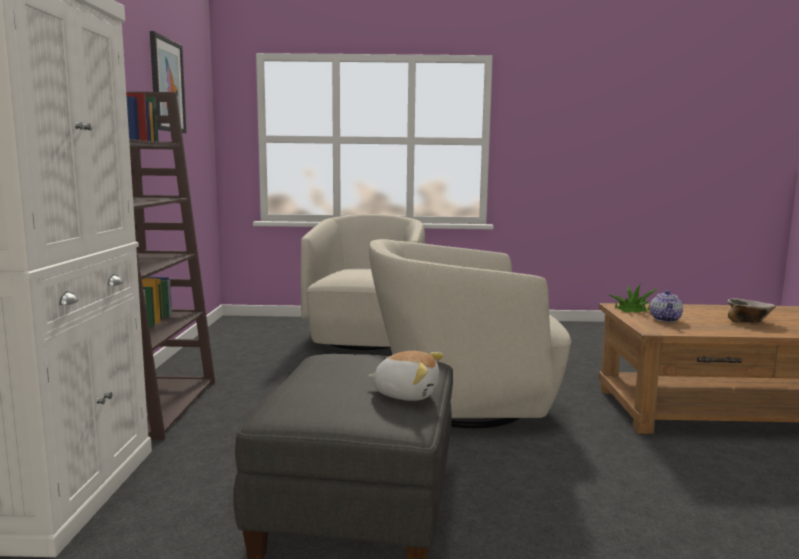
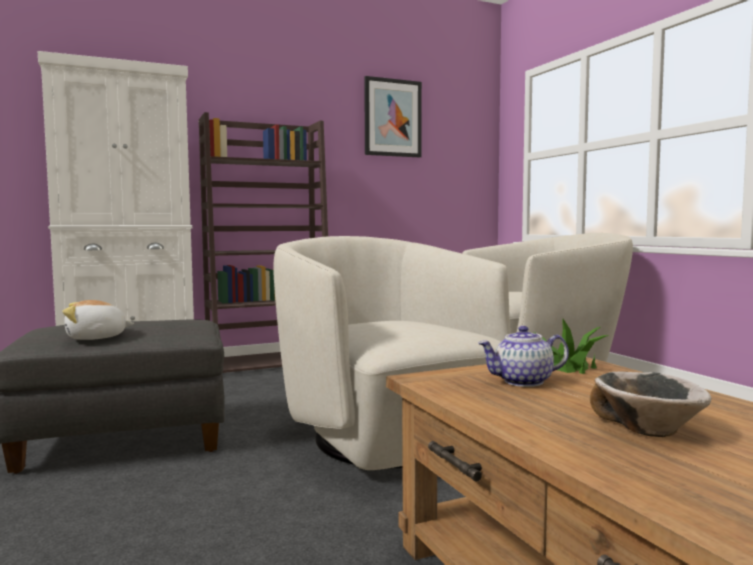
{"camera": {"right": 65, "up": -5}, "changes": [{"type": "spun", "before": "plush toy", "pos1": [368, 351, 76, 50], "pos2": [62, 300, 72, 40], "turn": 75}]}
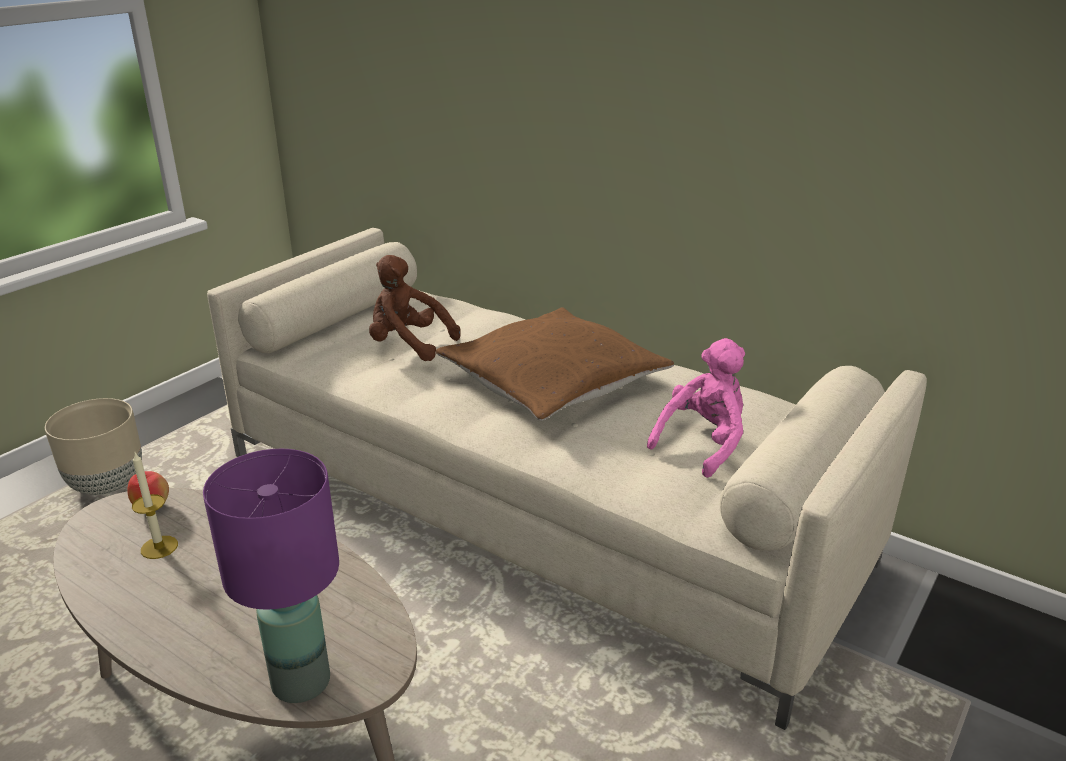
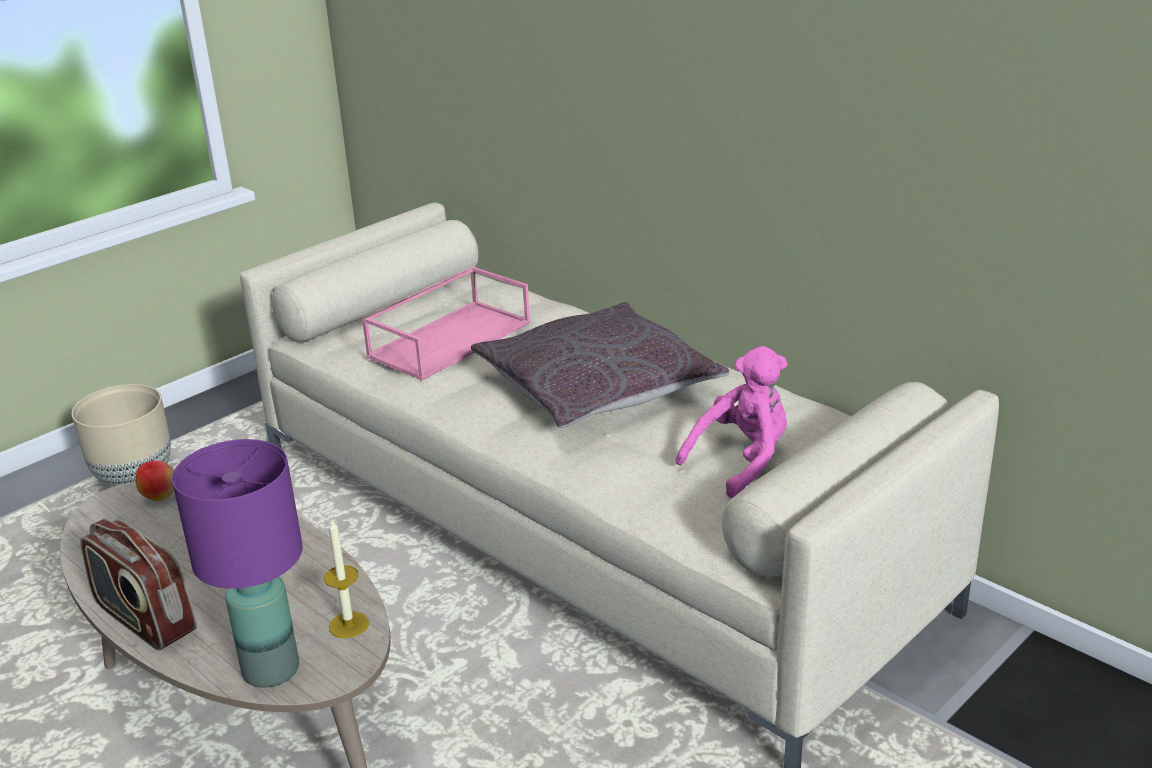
{"camera": {"right": 10, "up": 0}, "changes": [{"type": "appeared", "after": "radio", "pos2": [80, 519, 117, 132]}, {"type": "relocated", "before": "candle", "pos1": [132, 453, 46, 106], "pos2": [324, 520, 45, 118]}, {"type": "exchanged", "before": "brown plush toy", "after": "pink tray", "pos1": [369, 255, 92, 106], "pos2": [362, 266, 169, 115]}, {"type": "colour", "before": "brown pillow", "after": "grey pillow", "pos1": [436, 307, 238, 114], "pos2": [471, 302, 258, 126]}]}
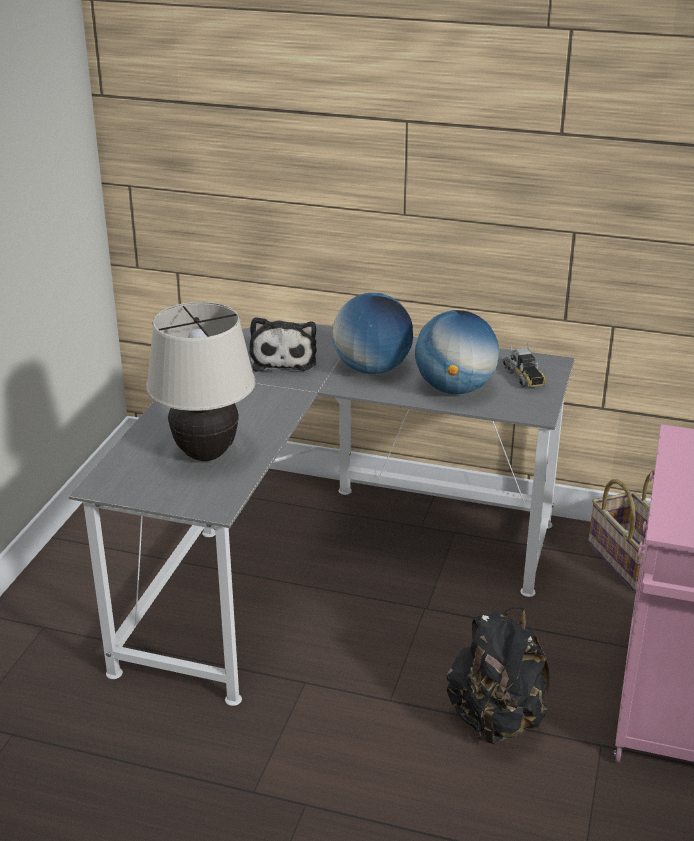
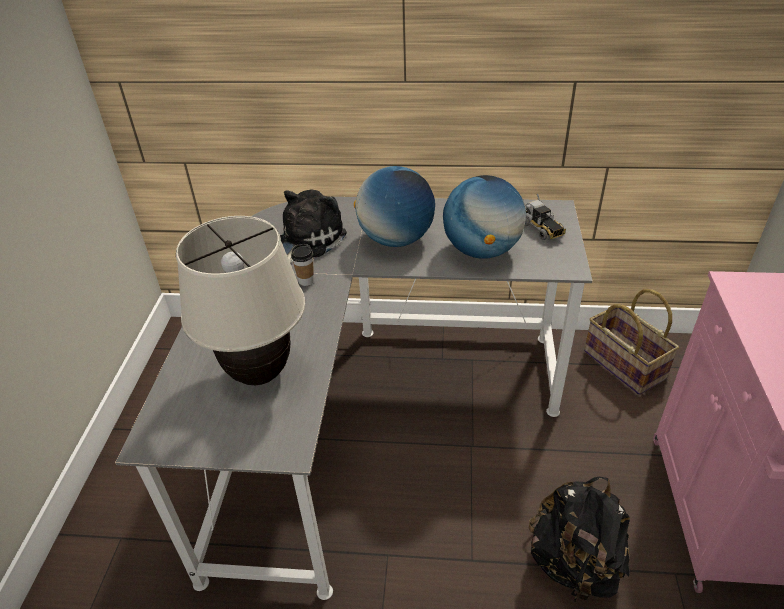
{"camera": {"right": -10, "up": 10}, "changes": [{"type": "spun", "before": "plush toy", "pos1": [249, 317, 68, 55], "pos2": [280, 189, 67, 74], "turn": -135}, {"type": "appeared", "after": "cup", "pos2": [291, 244, 23, 42]}]}
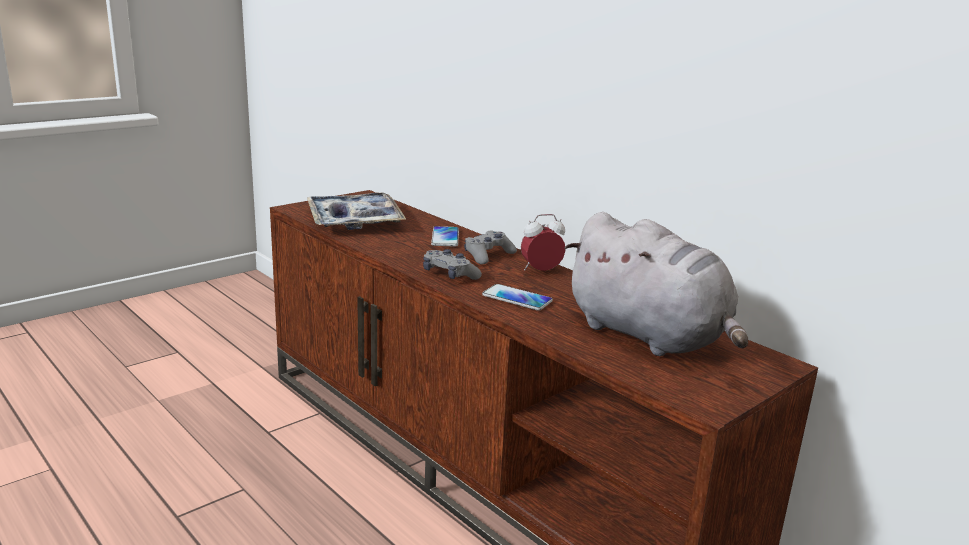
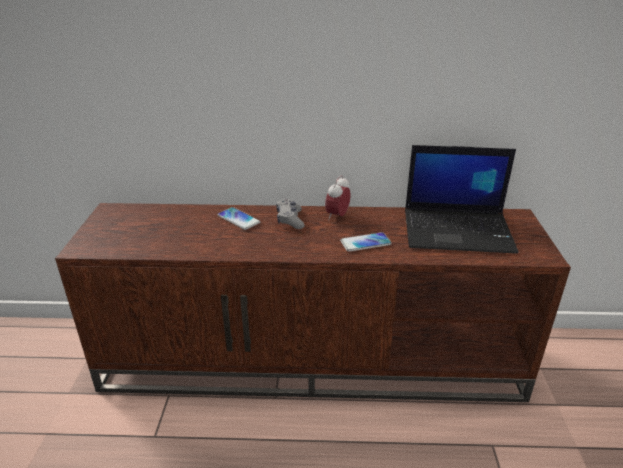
{"camera": {"right": -45, "up": 10}, "changes": [{"type": "exchanged", "before": "grey plush toy", "after": "laptop", "pos1": [564, 212, 184, 144], "pos2": [405, 145, 114, 109]}, {"type": "missing", "before": "tray", "pos1": [307, 193, 99, 37]}, {"type": "missing", "before": "grey game controller", "pos1": [423, 249, 59, 31]}]}
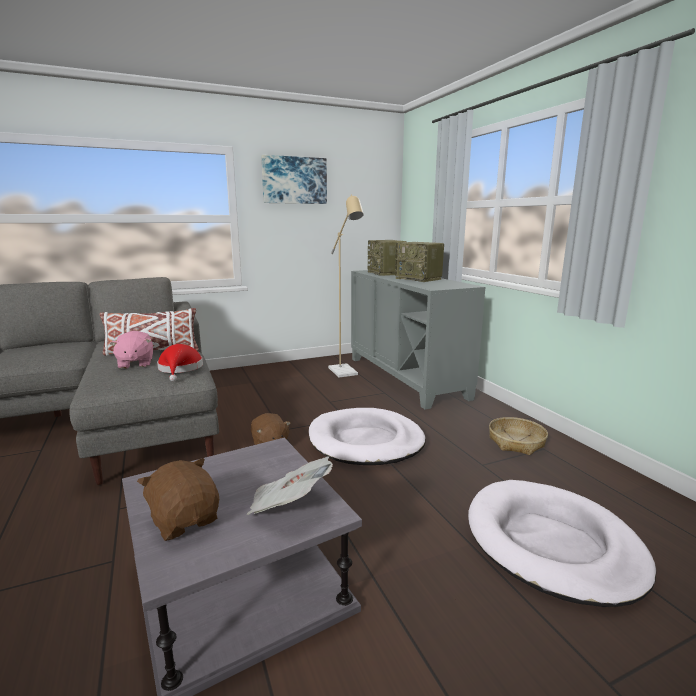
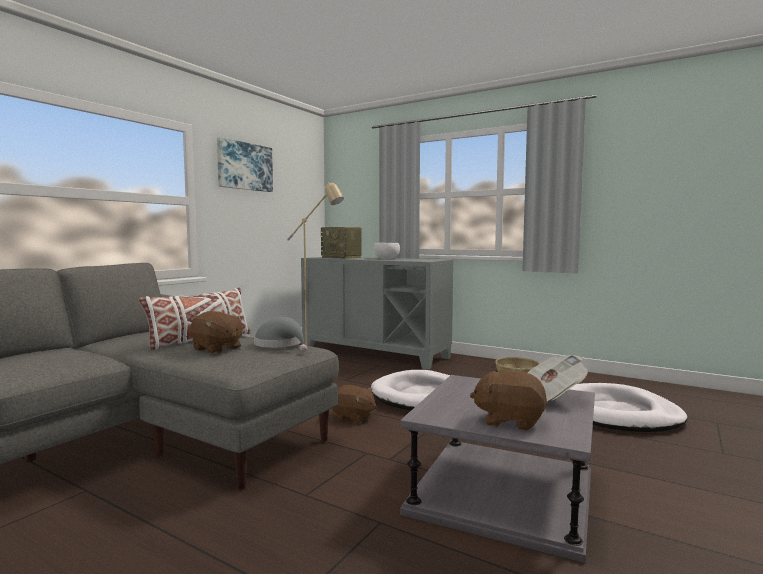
{"camera": {"right": -35, "up": -10}, "changes": [{"type": "colour", "before": "pink plush toy", "after": "brown plush toy", "pos1": [110, 331, 43, 38], "pos2": [190, 311, 54, 43]}, {"type": "colour", "before": "red hat", "after": "grey hat", "pos1": [157, 344, 46, 37], "pos2": [254, 317, 53, 35]}, {"type": "exchanged", "before": "radio", "after": "white bowl", "pos1": [395, 242, 49, 40], "pos2": [374, 243, 26, 16]}]}
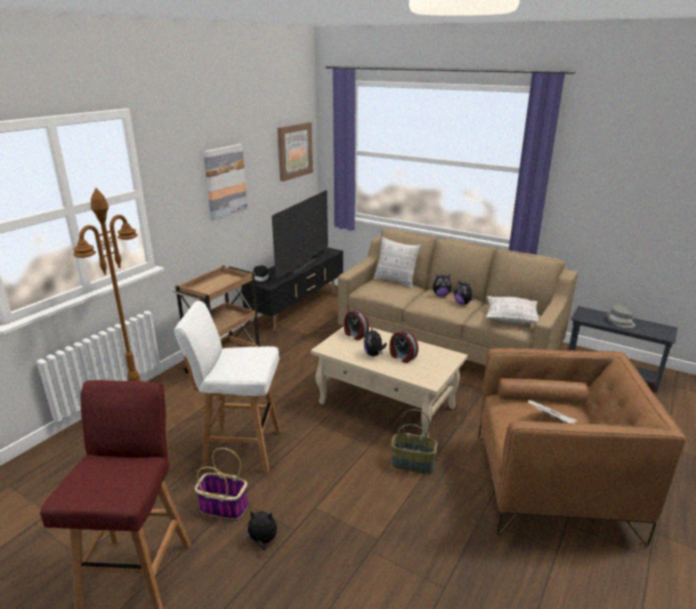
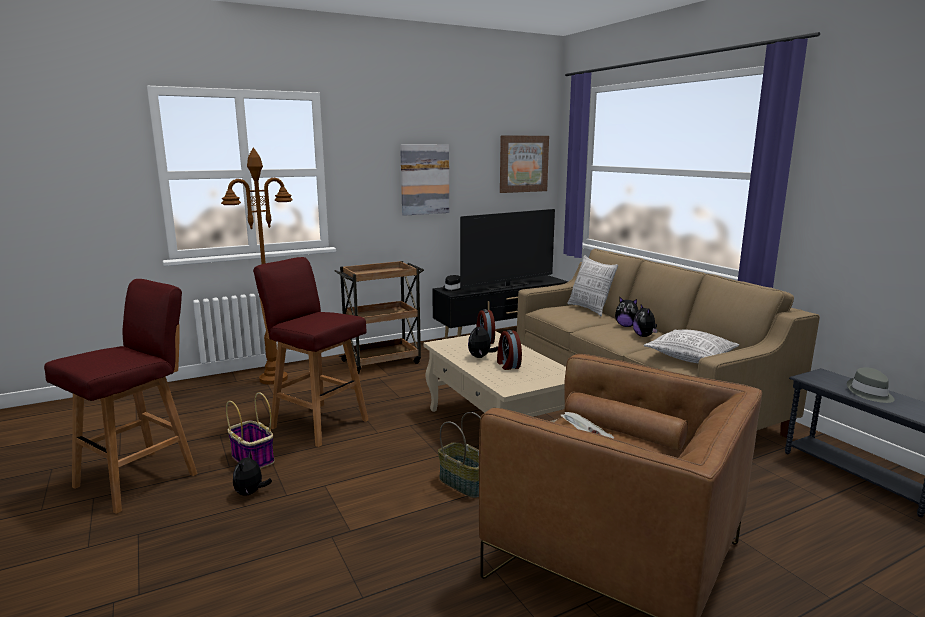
{"camera": {"right": 30, "up": -10}, "changes": [{"type": "spun", "before": "plush toy", "pos1": [243, 510, 34, 40], "pos2": [233, 451, 39, 44], "turn": -120}, {"type": "colour", "before": "white stool", "after": "red stool", "pos1": [174, 301, 107, 172], "pos2": [253, 257, 115, 190]}]}
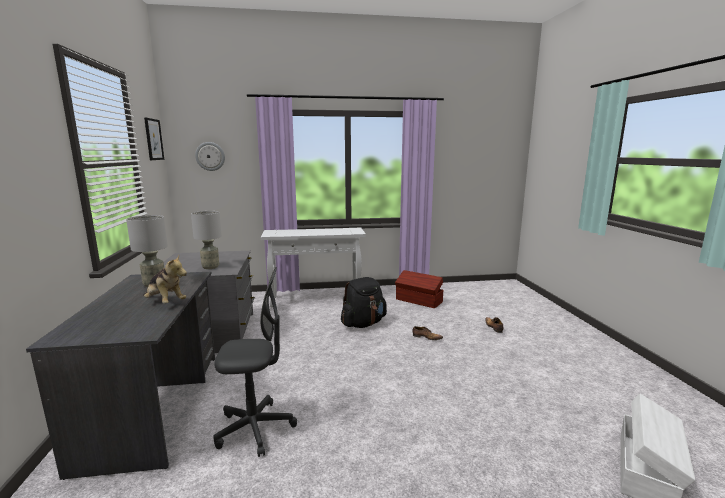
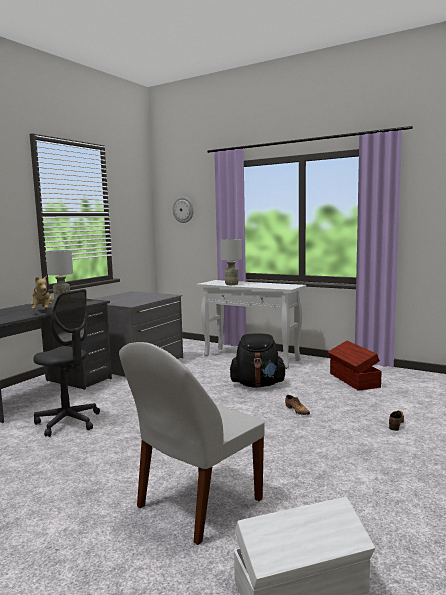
{"camera": {"right": 40, "up": -5}, "changes": [{"type": "appeared", "after": "white chair", "pos2": [119, 342, 146, 203]}, {"type": "relocated", "before": "grey table lamp", "pos1": [191, 211, 31, 58], "pos2": [220, 239, 22, 46]}, {"type": "missing", "before": "picture", "pos1": [144, 117, 20, 43]}]}
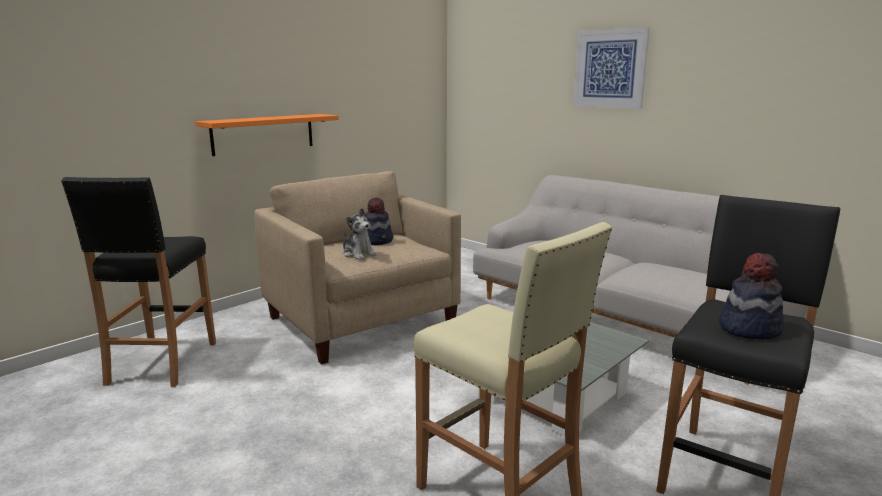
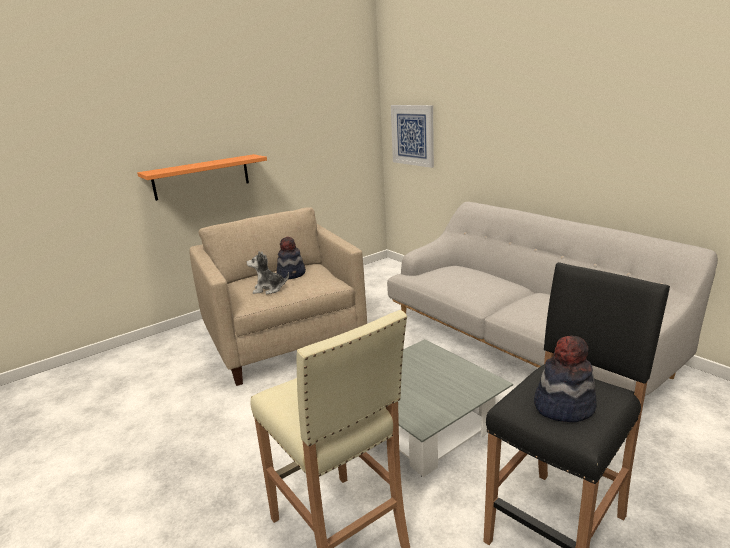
{"camera": {"right": 10, "up": 5}, "changes": [{"type": "spun", "before": "plush toy", "pos1": [343, 208, 33, 52], "pos2": [247, 251, 42, 43], "turn": 120}, {"type": "relocated", "before": "picture", "pos1": [573, 27, 77, 82], "pos2": [391, 105, 43, 63]}, {"type": "missing", "before": "black stool", "pos1": [61, 177, 155, 210]}]}
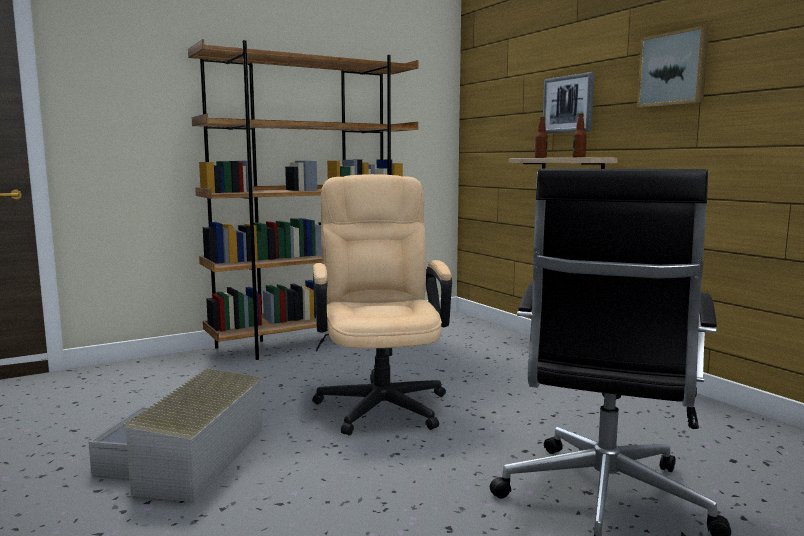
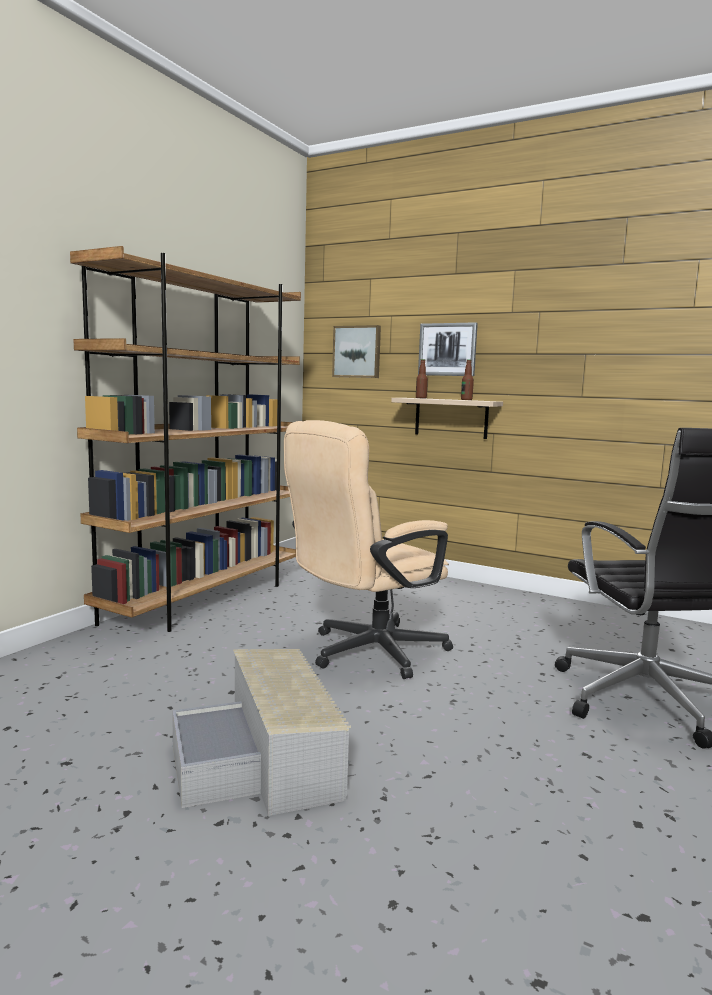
{"camera": {"right": -30, "up": 0}, "changes": [{"type": "spun", "before": "beige office chair", "pos1": [312, 174, 140, 262], "pos2": [284, 420, 169, 259], "turn": -90}, {"type": "relocated", "before": "picture", "pos1": [637, 25, 72, 83], "pos2": [332, 325, 49, 53]}]}
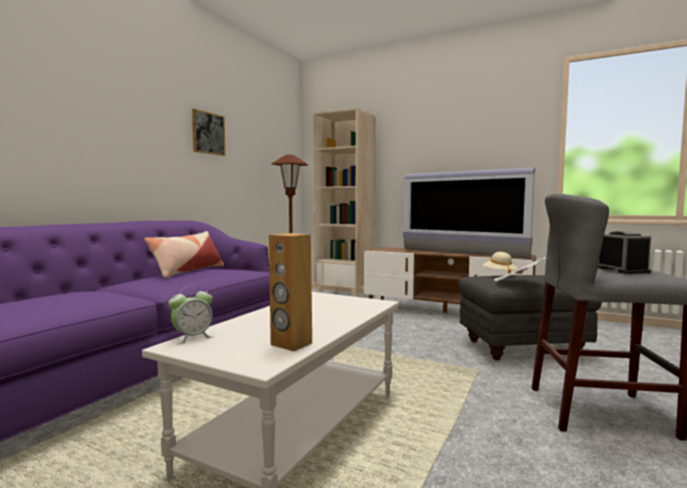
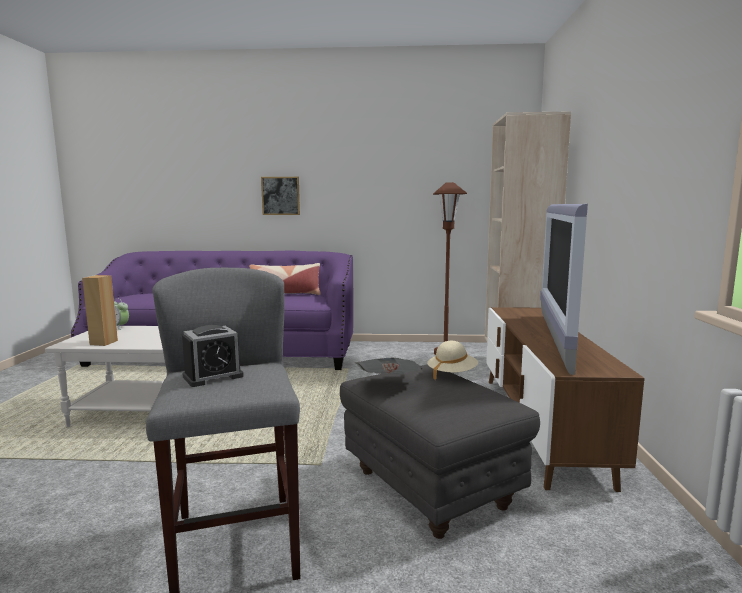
{"camera": {"right": 65, "up": 5}, "changes": [{"type": "relocated", "before": "picture", "pos1": [192, 109, 34, 47], "pos2": [261, 177, 39, 38]}]}
